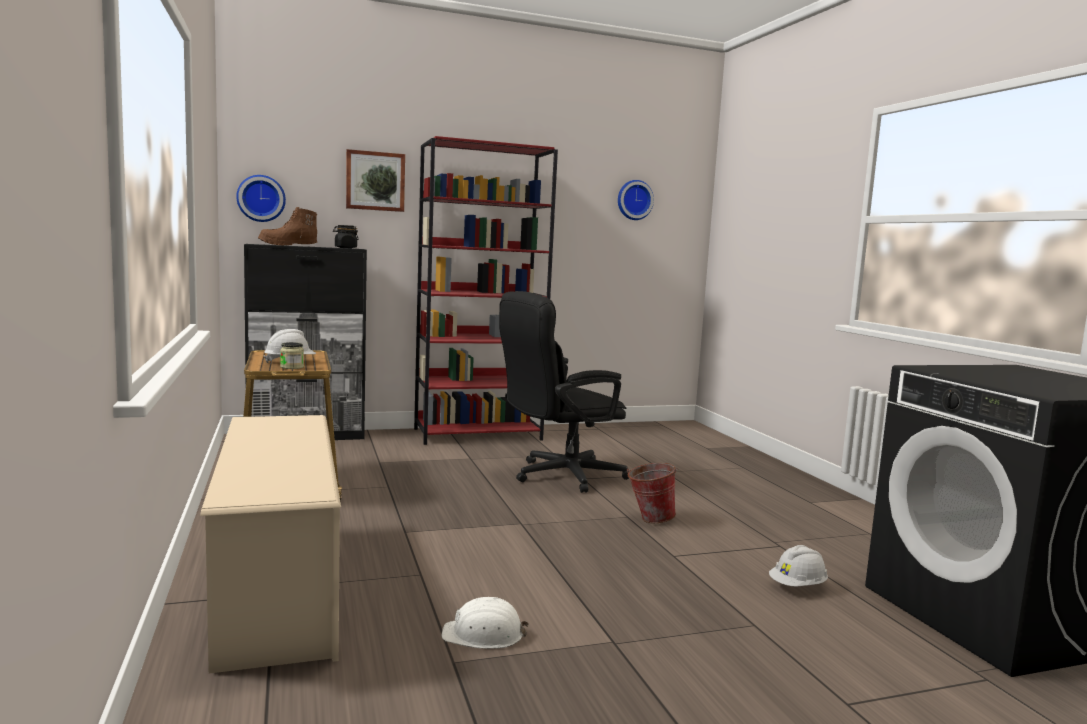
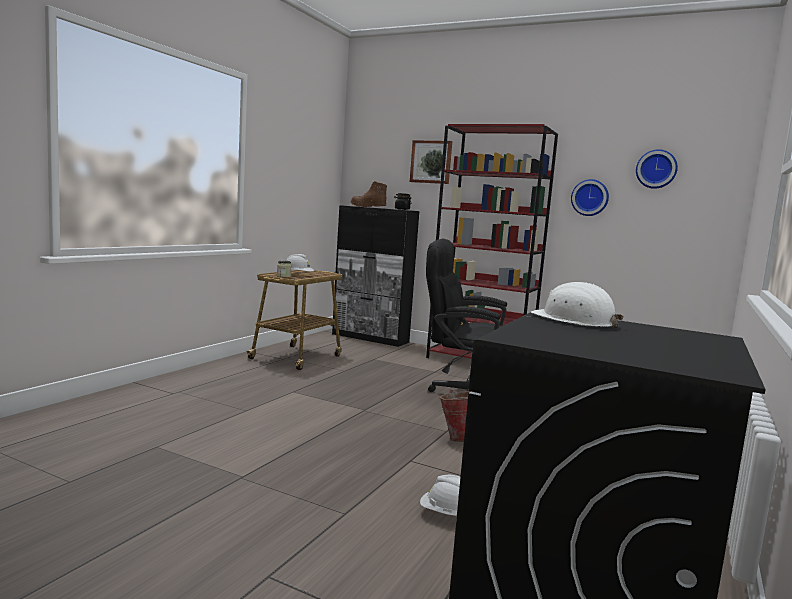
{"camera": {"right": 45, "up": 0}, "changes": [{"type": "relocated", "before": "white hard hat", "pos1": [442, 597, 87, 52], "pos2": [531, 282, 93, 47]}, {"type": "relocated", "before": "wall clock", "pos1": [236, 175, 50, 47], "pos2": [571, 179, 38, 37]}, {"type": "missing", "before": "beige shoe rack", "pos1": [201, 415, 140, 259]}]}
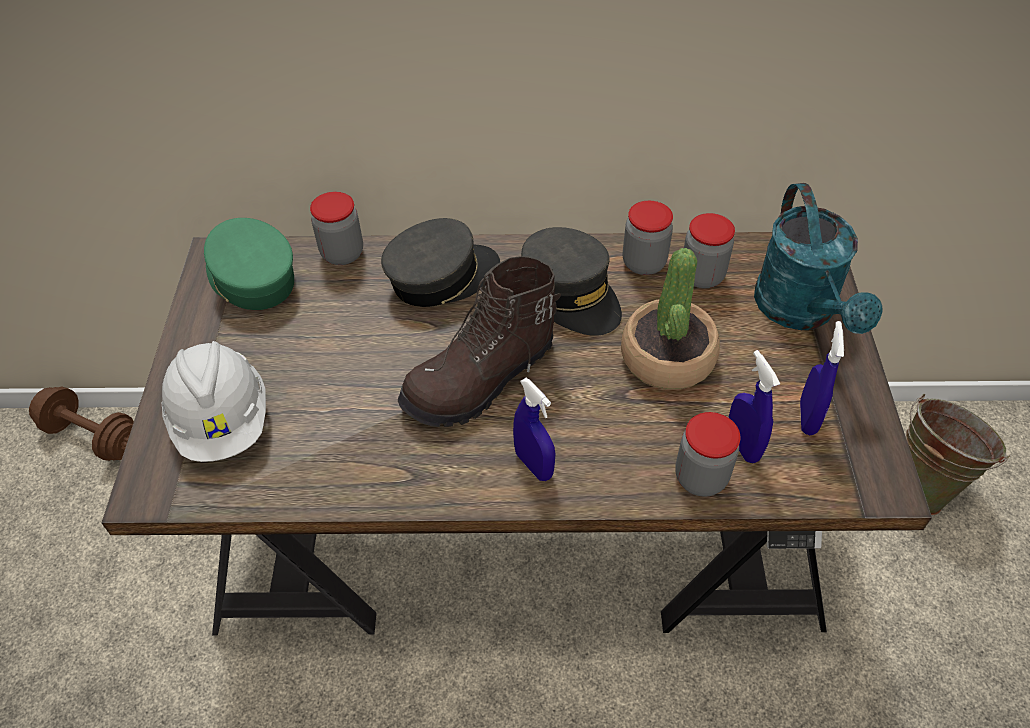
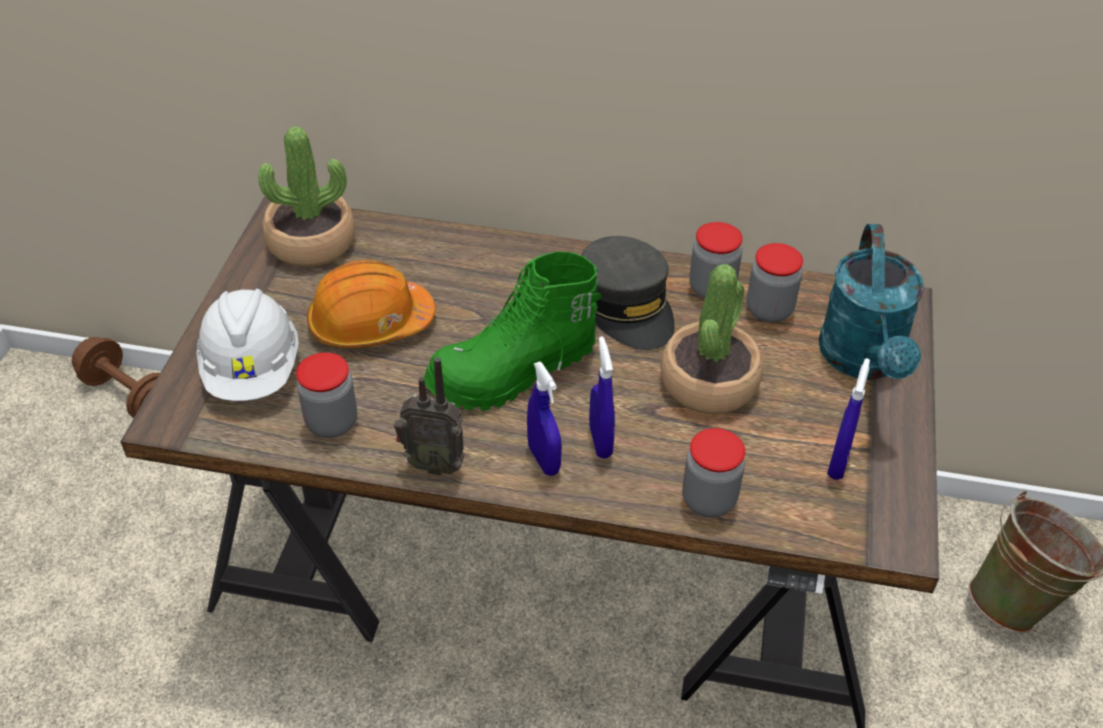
{"camera": {"right": 10, "up": -5}, "changes": [{"type": "exchanged", "before": "green cap", "after": "potted plant", "pos1": [204, 218, 90, 92], "pos2": [258, 126, 97, 141]}, {"type": "relocated", "before": "jar", "pos1": [310, 192, 53, 73], "pos2": [296, 352, 61, 86]}, {"type": "appeared", "after": "orange hard hat", "pos2": [307, 260, 129, 88]}, {"type": "appeared", "after": "radio", "pos2": [394, 357, 71, 119]}, {"type": "colour", "before": "brown boot", "after": "green boot", "pos1": [398, 256, 163, 171], "pos2": [424, 252, 177, 159]}, {"type": "relocated", "before": "blue spray bottle", "pos1": [728, 350, 52, 113], "pos2": [589, 336, 26, 123]}, {"type": "missing", "before": "grey cap", "pos1": [381, 218, 119, 89]}]}
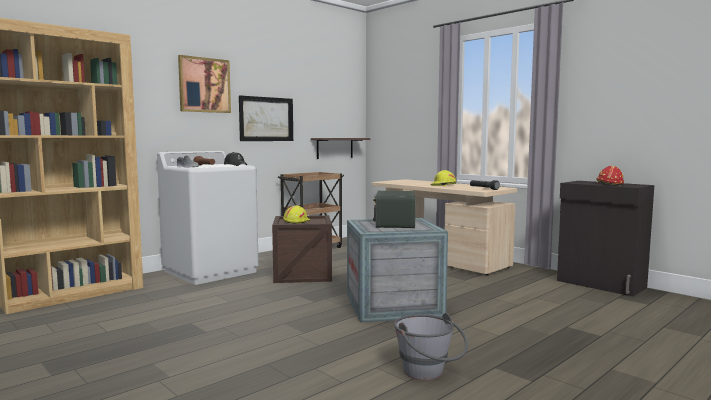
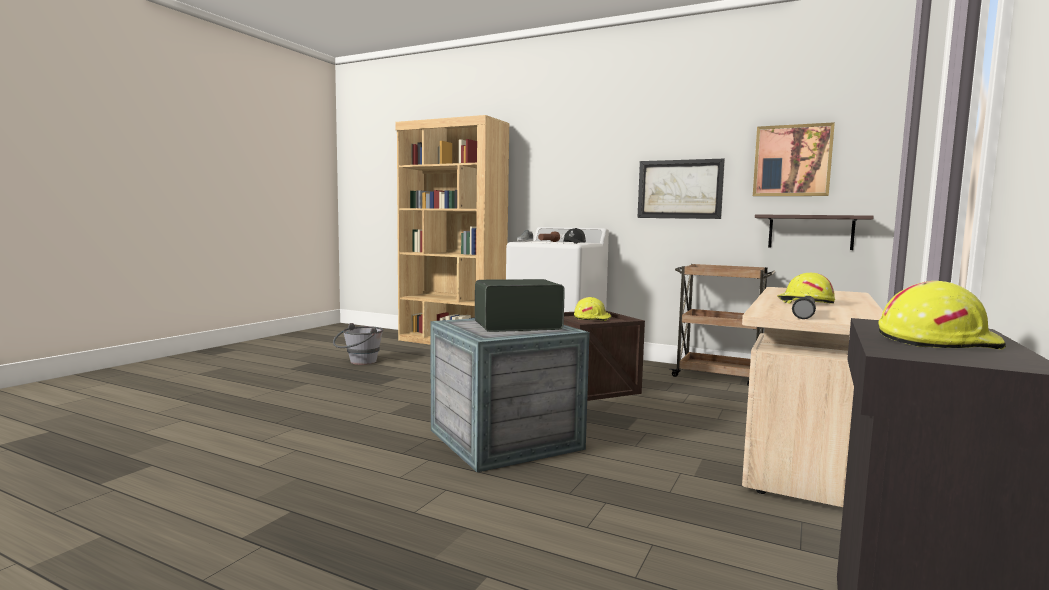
{"camera": {"right": 70, "up": 0}, "changes": [{"type": "relocated", "before": "grey bucket", "pos1": [394, 313, 74, 67], "pos2": [333, 323, 50, 42]}, {"type": "relocated", "before": "picture", "pos1": [178, 55, 53, 58], "pos2": [753, 122, 82, 74]}, {"type": "colour", "before": "red hard hat", "after": "yellow hard hat", "pos1": [596, 166, 28, 19], "pos2": [879, 281, 127, 69]}]}
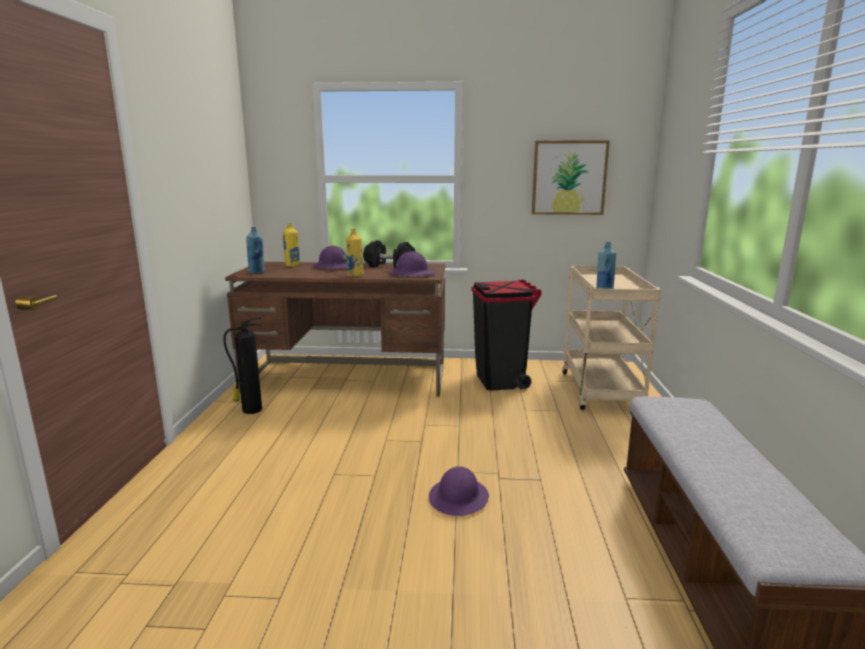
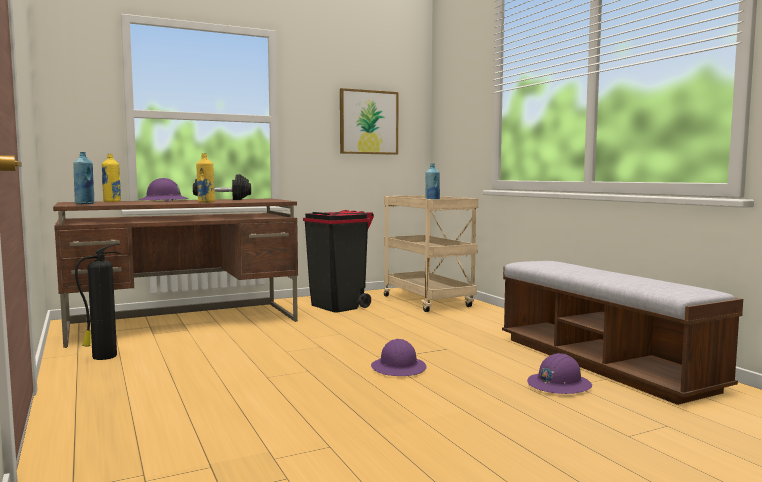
{"camera": {"right": -30, "up": -10}, "changes": [{"type": "relocated", "before": "purple hard hat", "pos1": [388, 251, 47, 26], "pos2": [527, 353, 65, 41]}]}
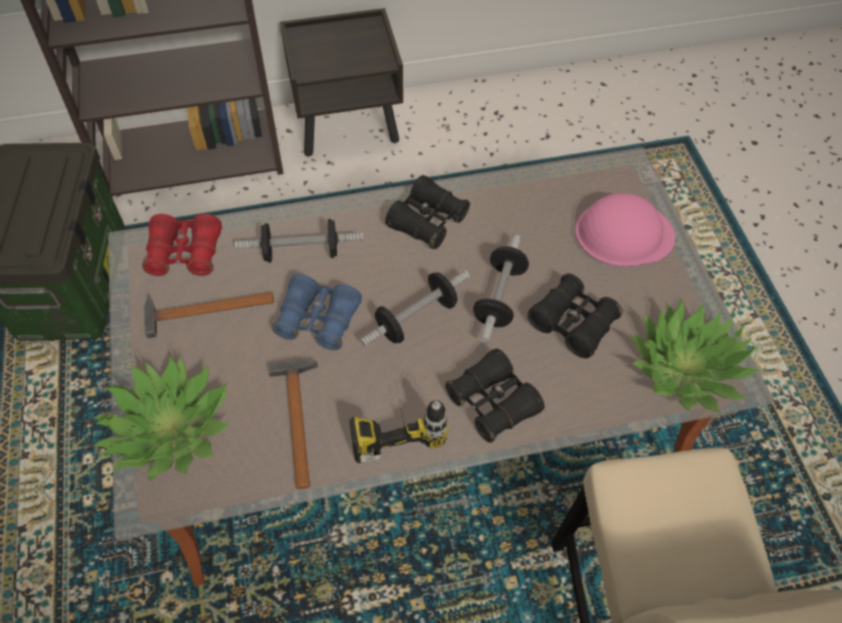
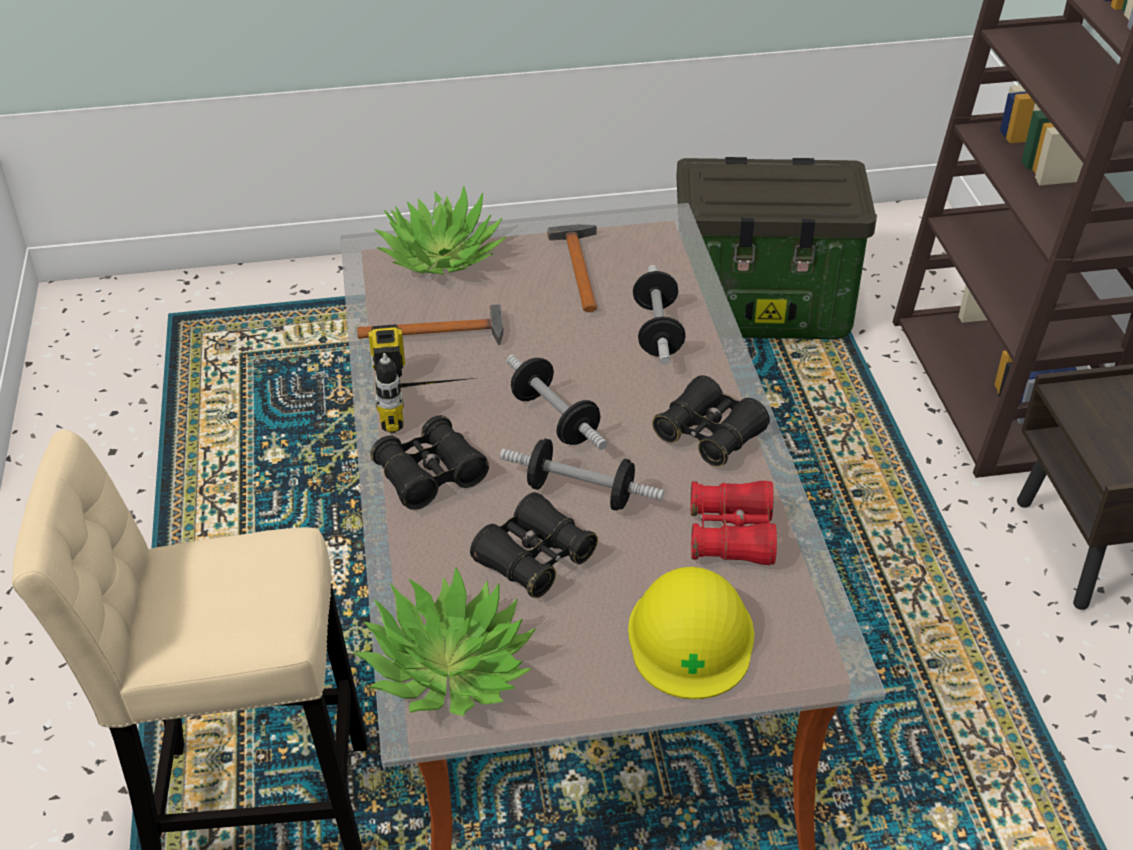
{"camera": {"right": 95, "up": -15}, "changes": [{"type": "colour", "before": "pink hard hat", "after": "yellow hard hat", "pos1": [575, 193, 100, 74], "pos2": [628, 567, 126, 132]}, {"type": "relocated", "before": "red binoculars", "pos1": [142, 214, 80, 62], "pos2": [690, 481, 87, 84]}, {"type": "missing", "before": "blue binoculars", "pos1": [272, 274, 90, 76]}]}
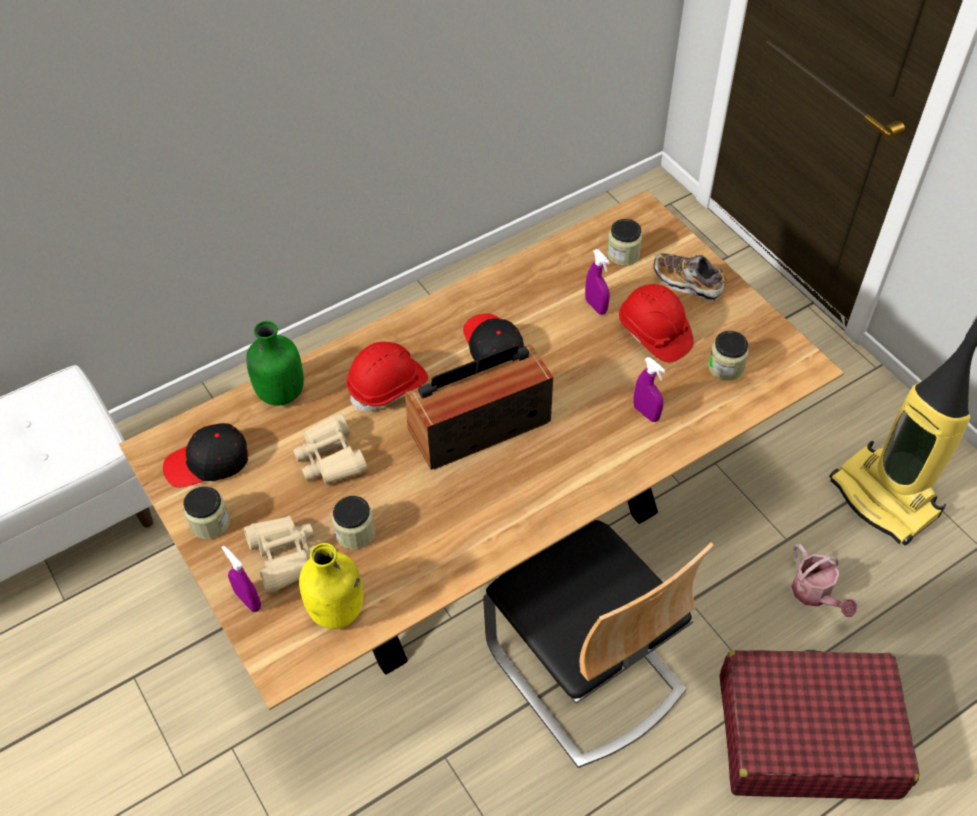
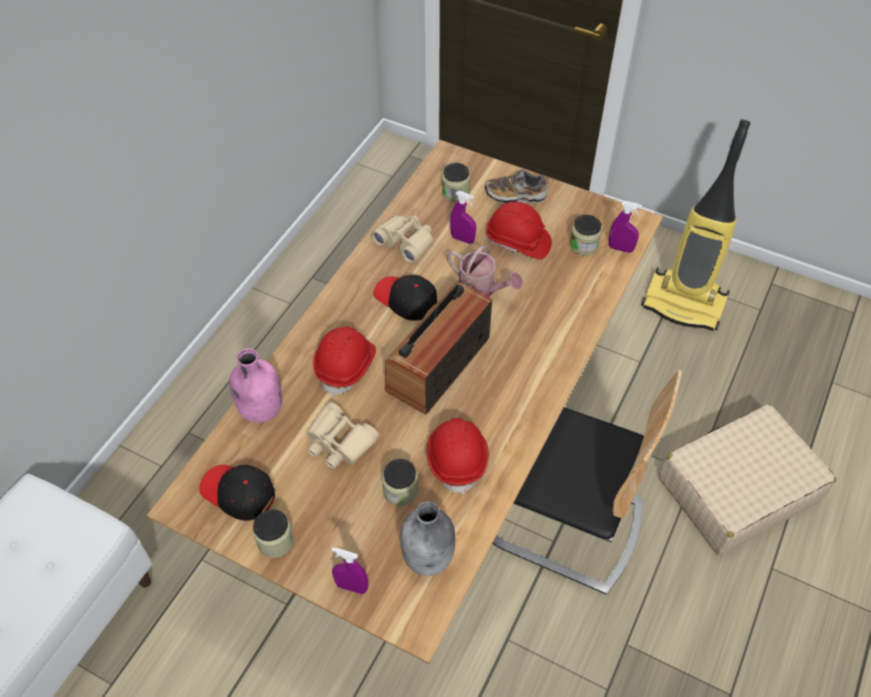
{"camera": {"right": -30, "up": 0}, "changes": [{"type": "spun", "before": "black cap", "pos1": [163, 423, 85, 65], "pos2": [199, 465, 76, 56], "turn": 75}, {"type": "colour", "before": "green bottle", "after": "pink bottle", "pos1": [246, 321, 58, 85], "pos2": [229, 348, 53, 75]}, {"type": "relocated", "before": "beige binoculars", "pos1": [244, 516, 71, 77], "pos2": [371, 216, 62, 48]}, {"type": "colour", "before": "yellow bottle", "after": "grey bottle", "pos1": [299, 543, 64, 86], "pos2": [400, 501, 55, 75]}, {"type": "appeared", "after": "red hard hat", "pos2": [427, 418, 62, 77]}, {"type": "relocated", "before": "watering can", "pos1": [791, 544, 66, 73], "pos2": [447, 246, 76, 51]}, {"type": "relocated", "before": "purple spray bottle", "pos1": [633, 357, 33, 65], "pos2": [609, 201, 33, 52]}, {"type": "colour", "before": "red suitcase", "after": "beige suitcase", "pos1": [719, 650, 201, 149], "pos2": [658, 404, 178, 152]}]}
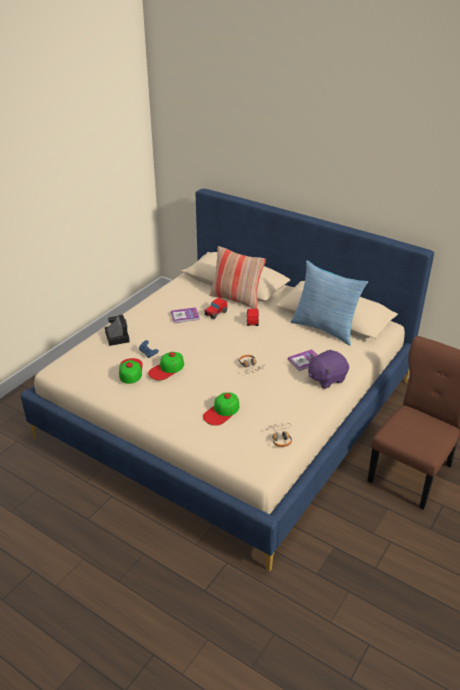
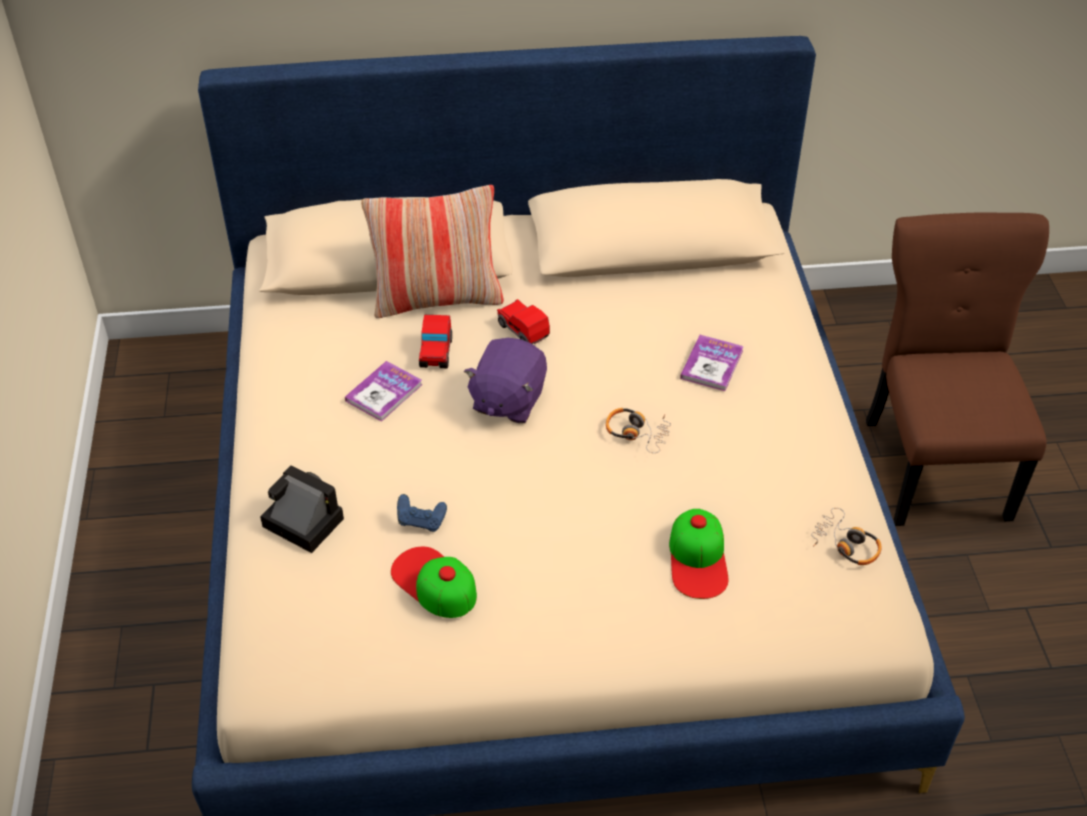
{"camera": {"right": -40, "up": 10}, "changes": [{"type": "relocated", "before": "purple plush toy", "pos1": [308, 350, 41, 39], "pos2": [464, 338, 83, 85]}, {"type": "missing", "before": "cap", "pos1": [148, 352, 36, 29]}, {"type": "missing", "before": "pillow", "pos1": [290, 261, 78, 85]}]}
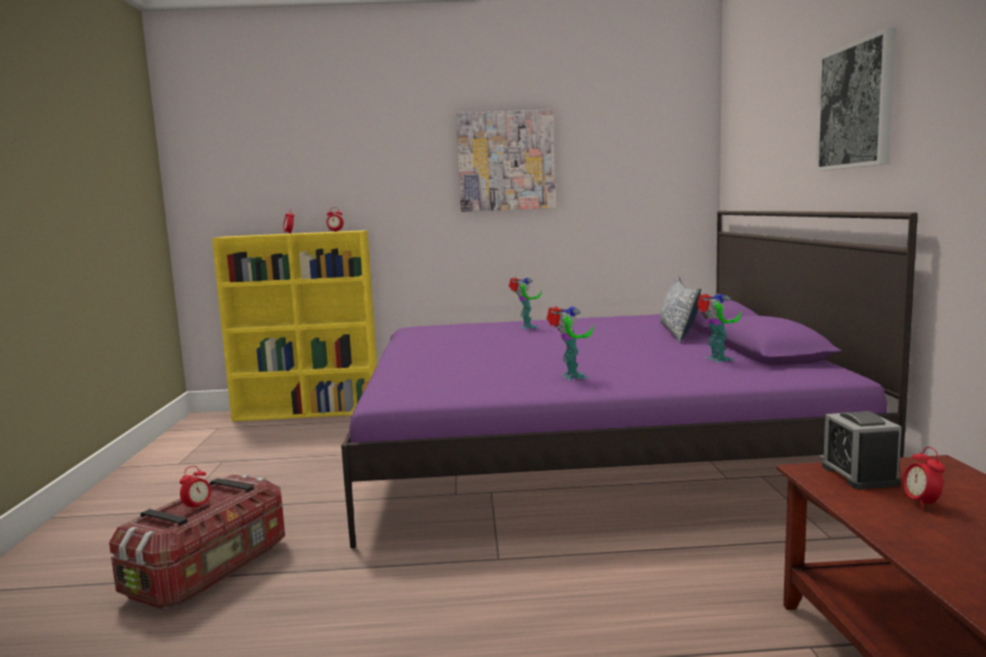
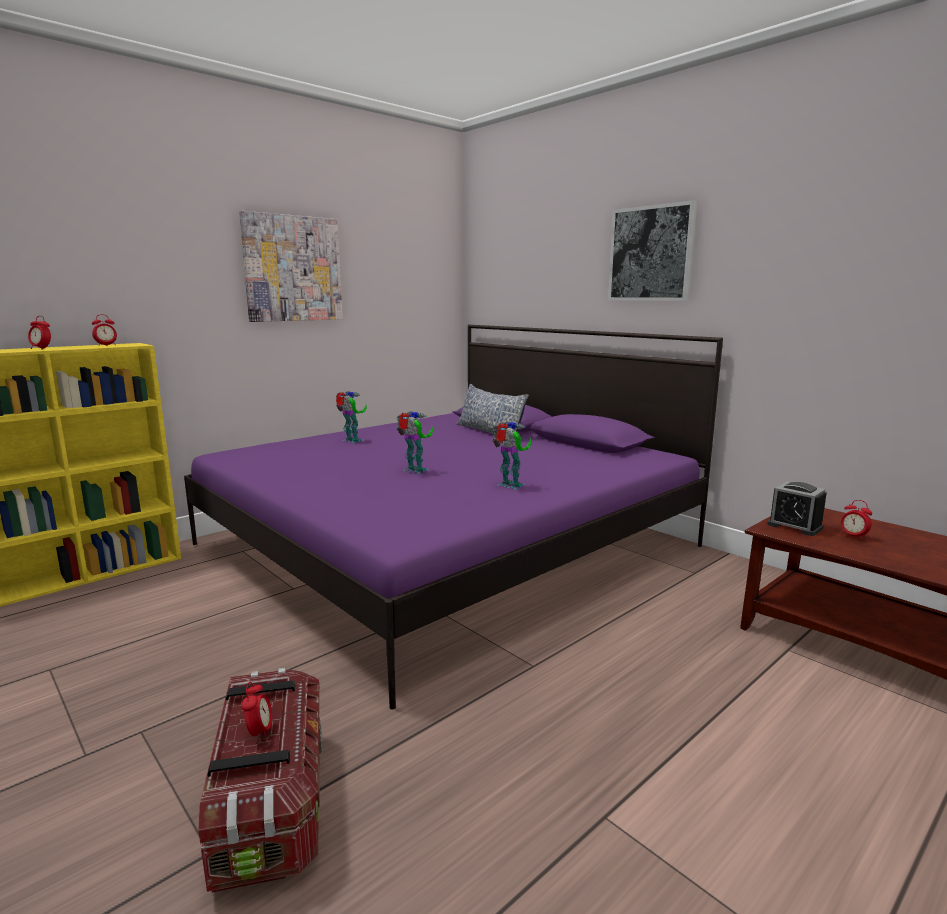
{"camera": {"right": -40, "up": 5}, "changes": [{"type": "relocated", "before": "toy robot", "pos1": [697, 293, 44, 70], "pos2": [397, 411, 36, 63]}]}
